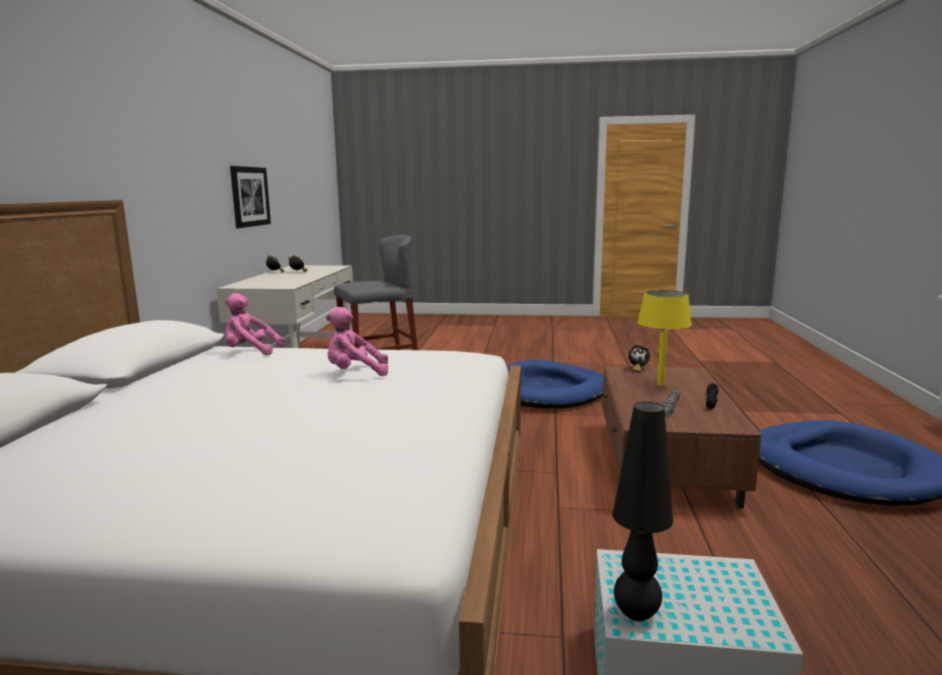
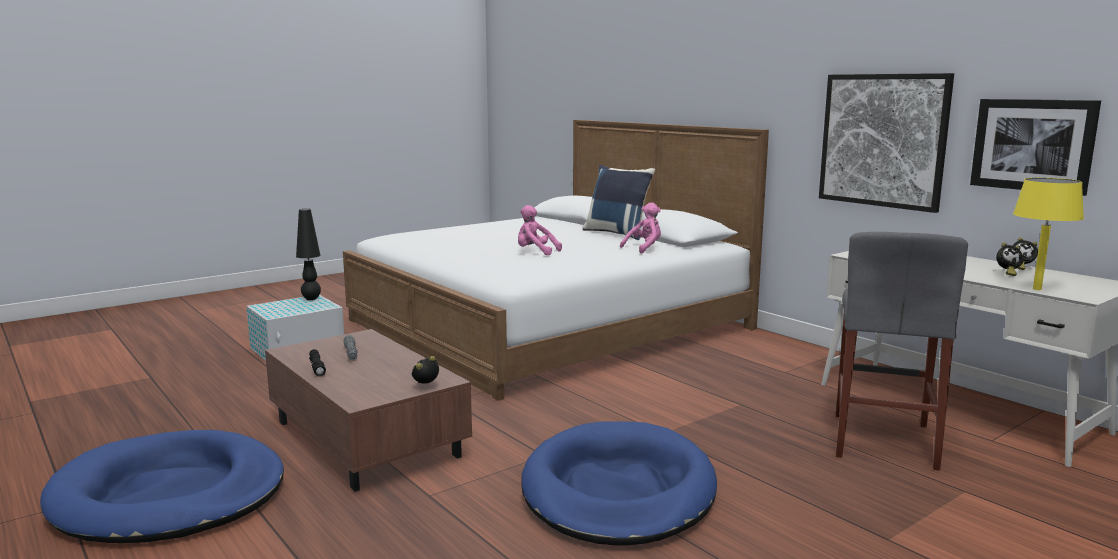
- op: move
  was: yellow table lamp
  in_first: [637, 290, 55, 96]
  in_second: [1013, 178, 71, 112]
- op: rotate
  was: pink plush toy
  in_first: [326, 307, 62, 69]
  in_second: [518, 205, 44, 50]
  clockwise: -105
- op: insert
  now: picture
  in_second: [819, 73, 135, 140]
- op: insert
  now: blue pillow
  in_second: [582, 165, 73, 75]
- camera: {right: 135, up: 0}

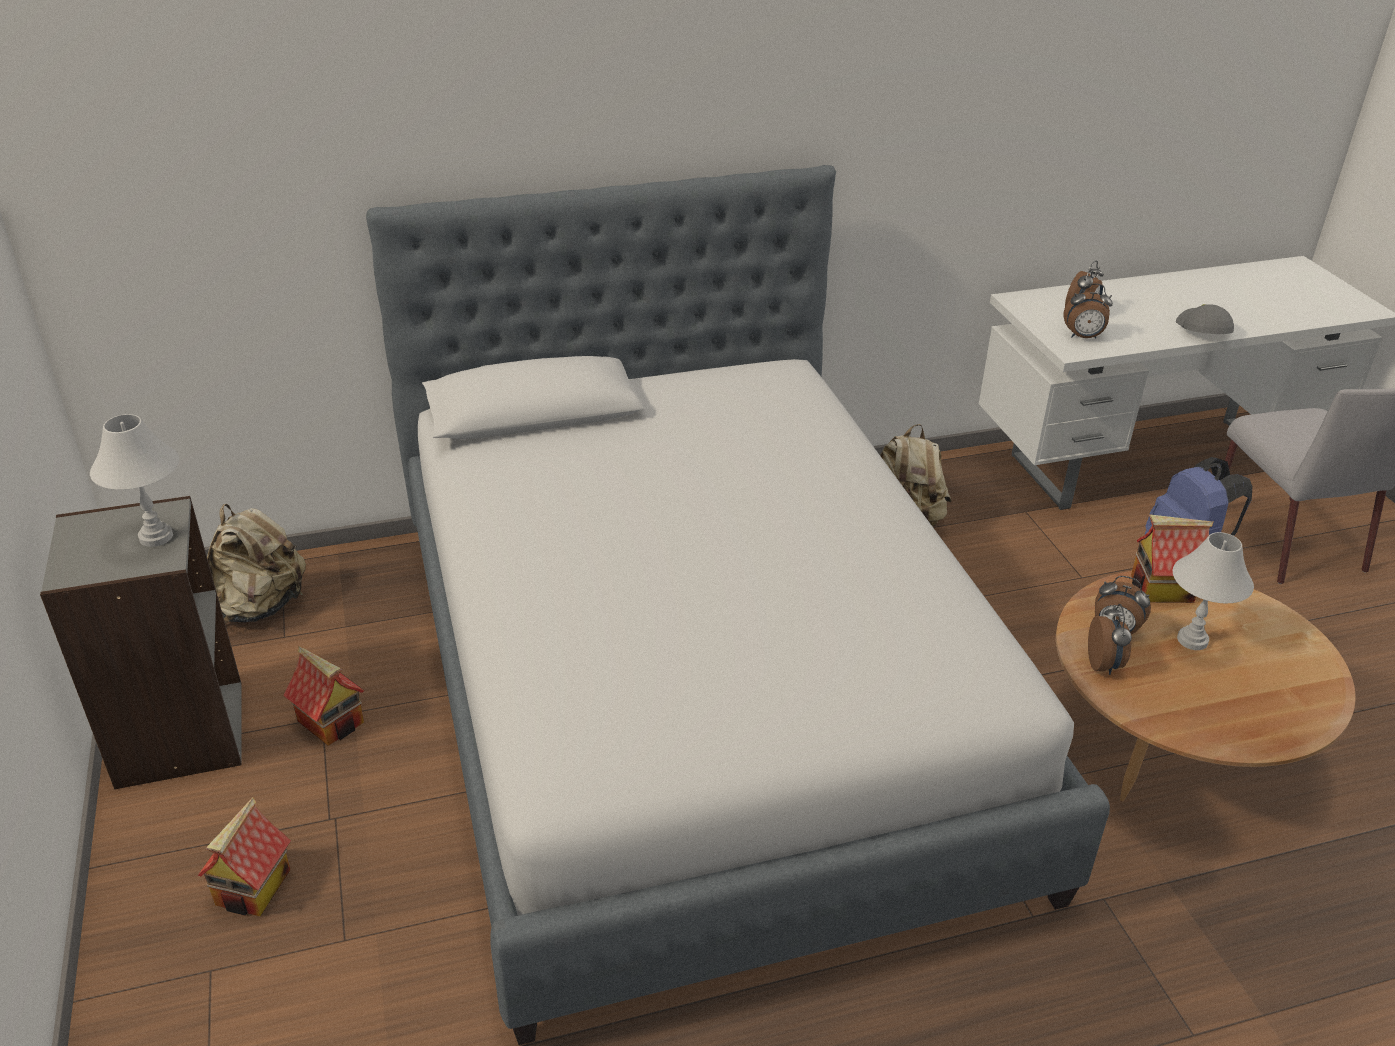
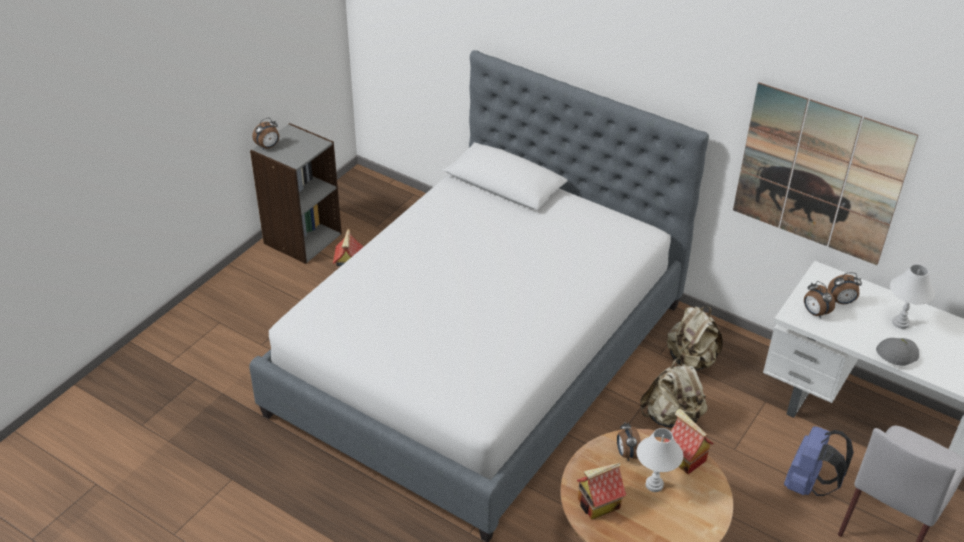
- op: move
  was: white table lamp
  in_first: [90, 414, 89, 133]
  in_second: [890, 264, 45, 65]
- op: move
  was: beige backpack
  in_first: [207, 504, 99, 119]
  in_second: [640, 357, 68, 71]
- op: move
  was: alarm clock
  in_first: [1088, 604, 44, 71]
  in_second: [252, 118, 27, 31]
- op: move
  was: toy house
  in_first: [197, 797, 94, 119]
  in_second: [577, 462, 49, 58]
- op: insert
  now: picture
  in_second: [733, 82, 185, 183]
- camera: {right: 50, up: 5}

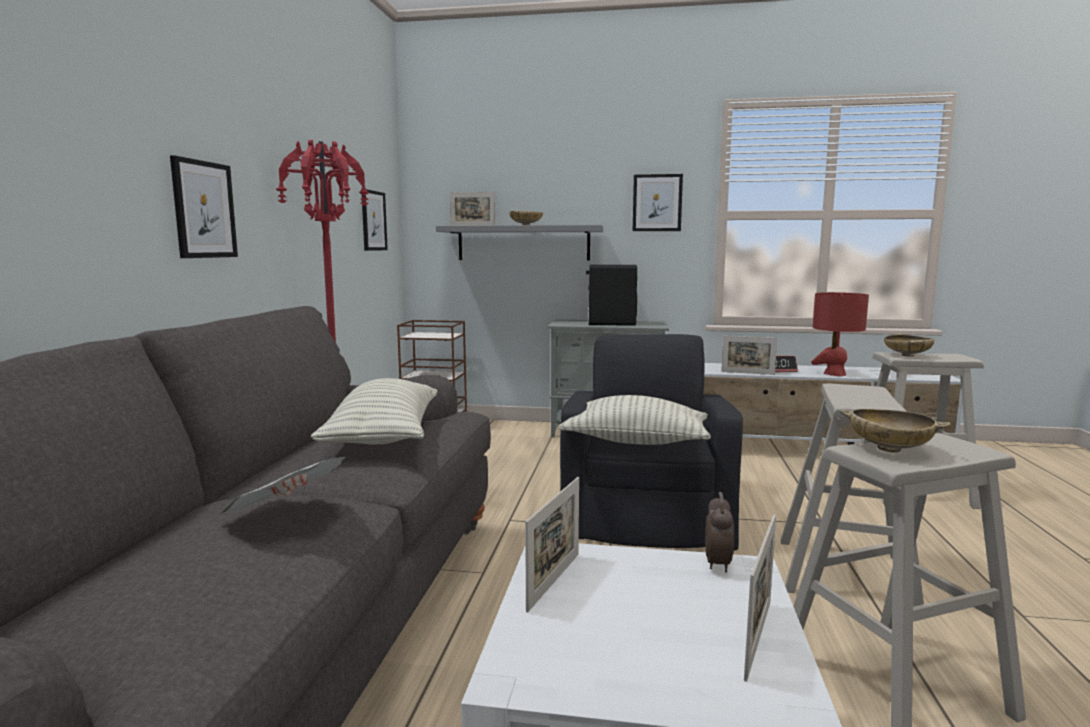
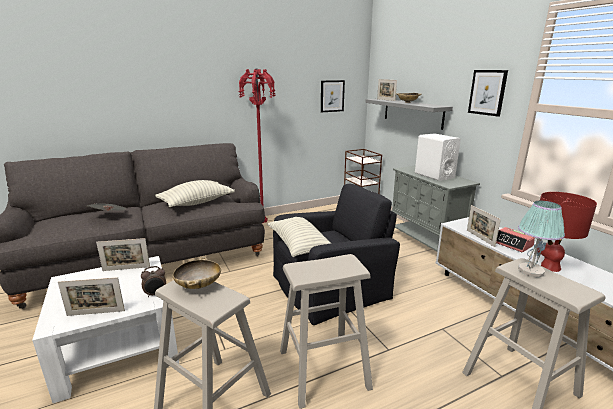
- op: delete
  was: picture
  in_first: [170, 155, 68, 103]
- op: recolor
  was: black speaker
  now: white speaker
  in_first: [586, 265, 51, 61]
  in_second: [415, 133, 46, 48]
- op: replace
  was: beige bowl
  now: table lamp
  in_first: [884, 334, 50, 23]
  in_second: [518, 201, 47, 76]
- camera: {right: 55, up: 10}

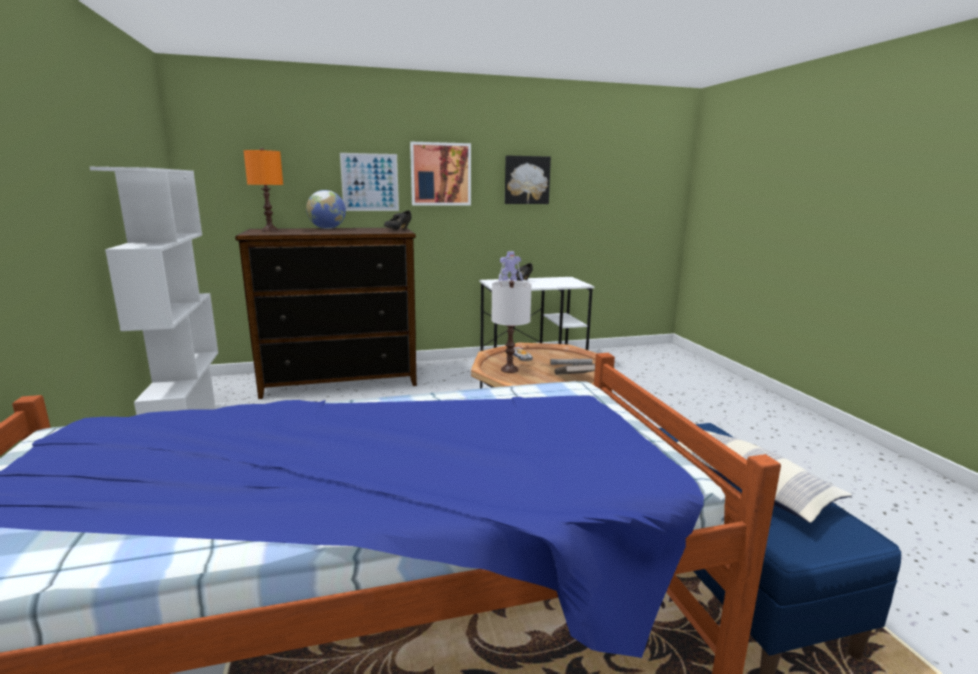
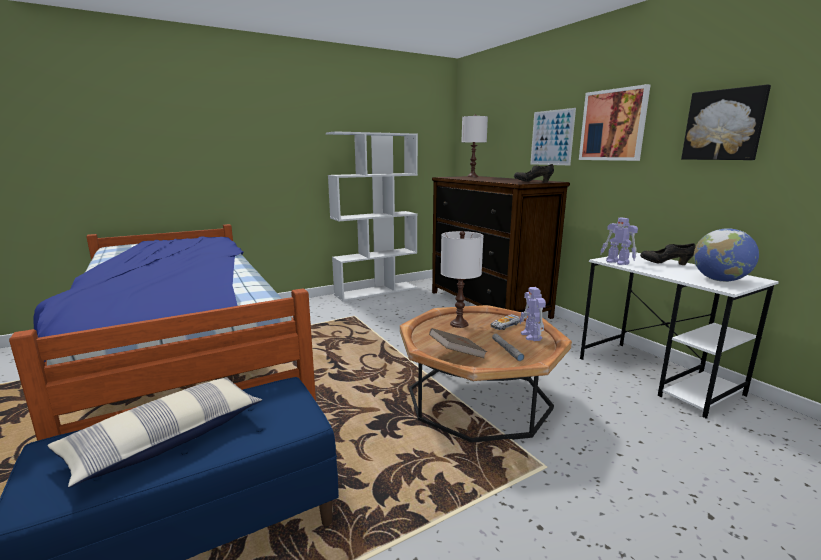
- op: recolor
  was: orange table lamp
  now: white table lamp
  in_first: [244, 148, 39, 83]
  in_second: [461, 114, 27, 63]
- op: move
  was: globe
  in_first: [306, 190, 40, 39]
  in_second: [694, 228, 65, 54]
- op: insert
  now: toy robot
  in_second: [520, 287, 26, 54]
- camera: {right: 75, up: 0}

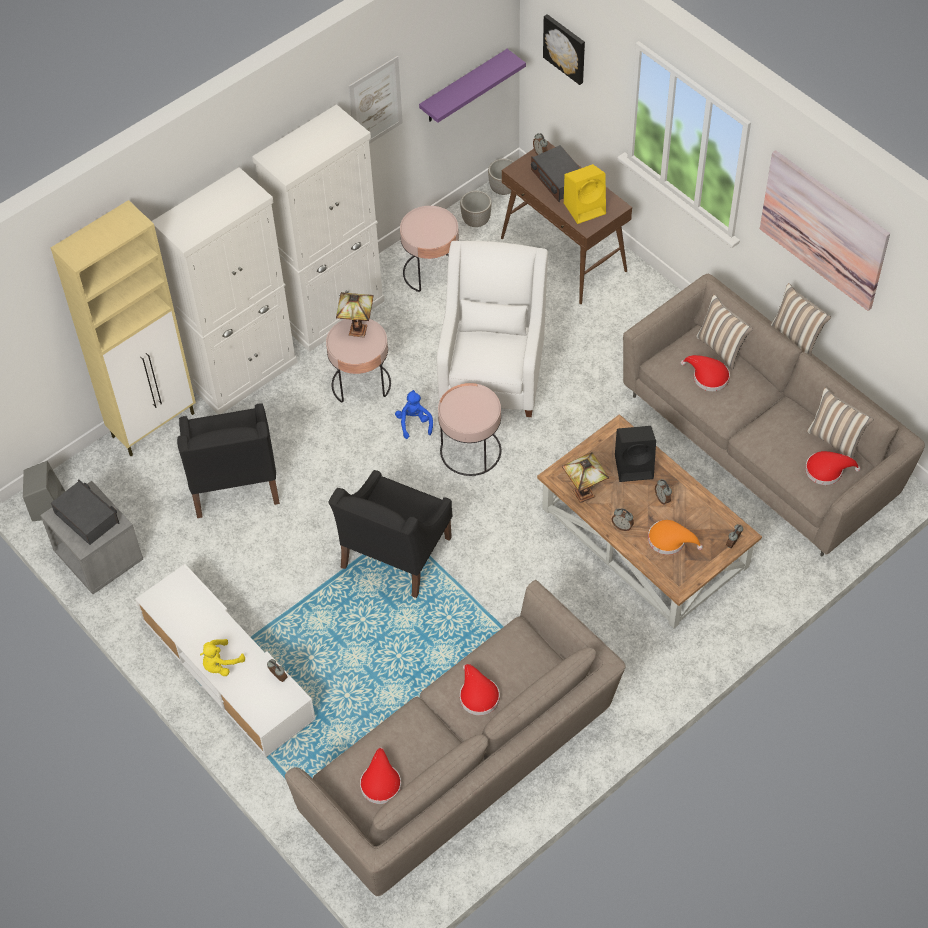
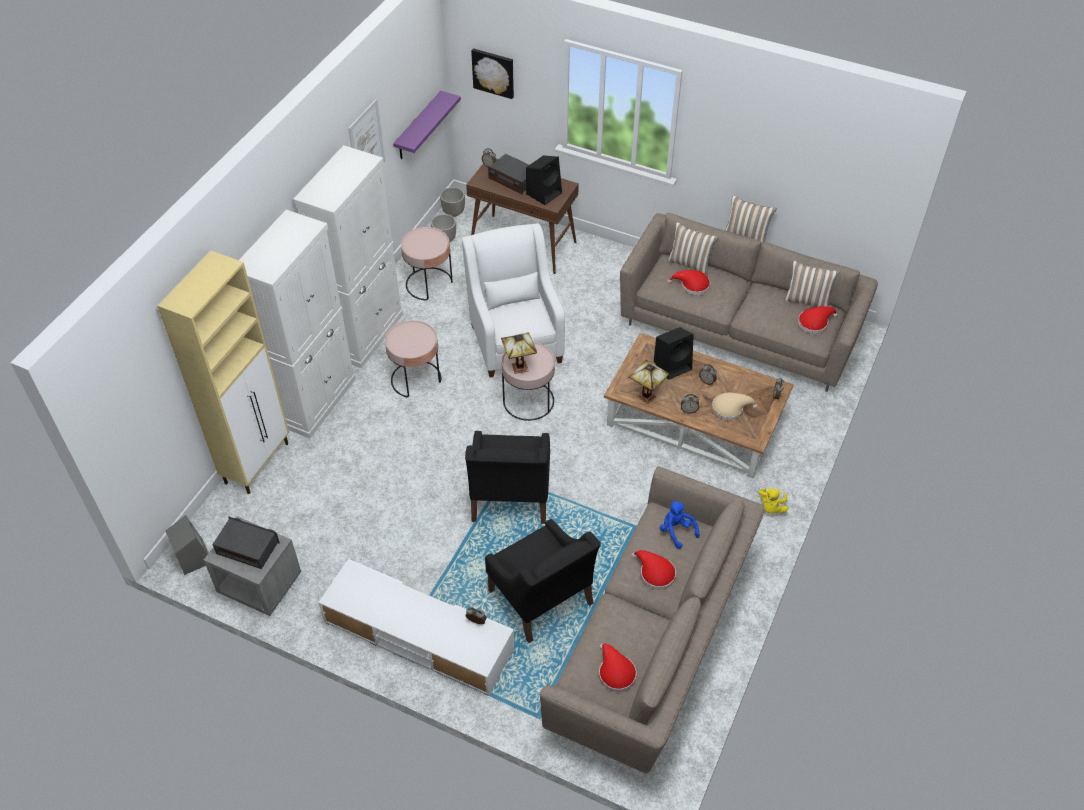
- op: delete
  was: picture
  in_first: [760, 150, 130, 161]
- op: recolor
  was: yellow speaker
  now: black speaker
  in_first: [564, 164, 42, 60]
  in_second: [526, 156, 36, 49]
- op: move
  was: table lamp
  in_first: [336, 292, 38, 46]
  in_second: [501, 332, 36, 42]
- op: move
  was: blue plush toy
  in_first: [395, 390, 38, 49]
  in_second: [660, 500, 40, 49]
- op: move
  was: black armchair
  in_first: [177, 403, 103, 115]
  in_second: [485, 519, 116, 124]
- op: recolor
  was: orange hat
  now: beige hat
  in_first: [648, 520, 55, 35]
  in_second: [712, 393, 46, 27]
- op: move
  was: yellow plush toy
  in_first: [200, 639, 45, 37]
  in_second: [759, 488, 29, 26]
- camera: {right: -25, up: -5}

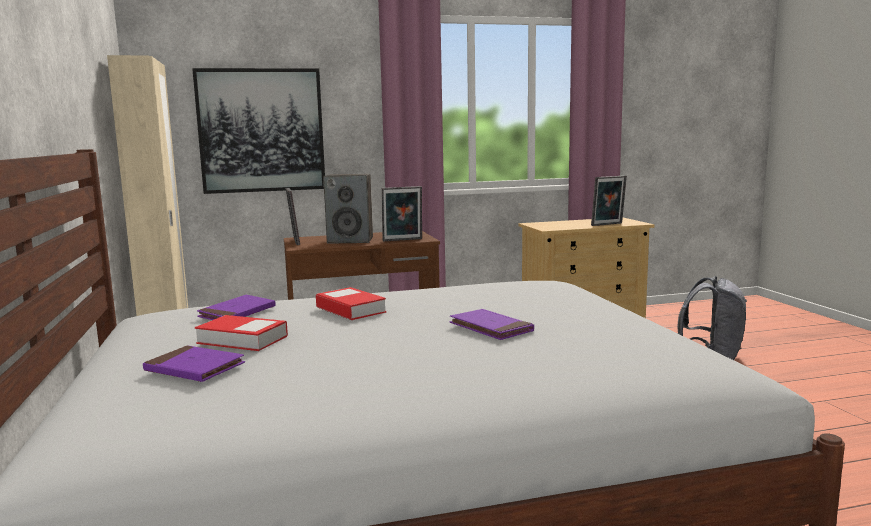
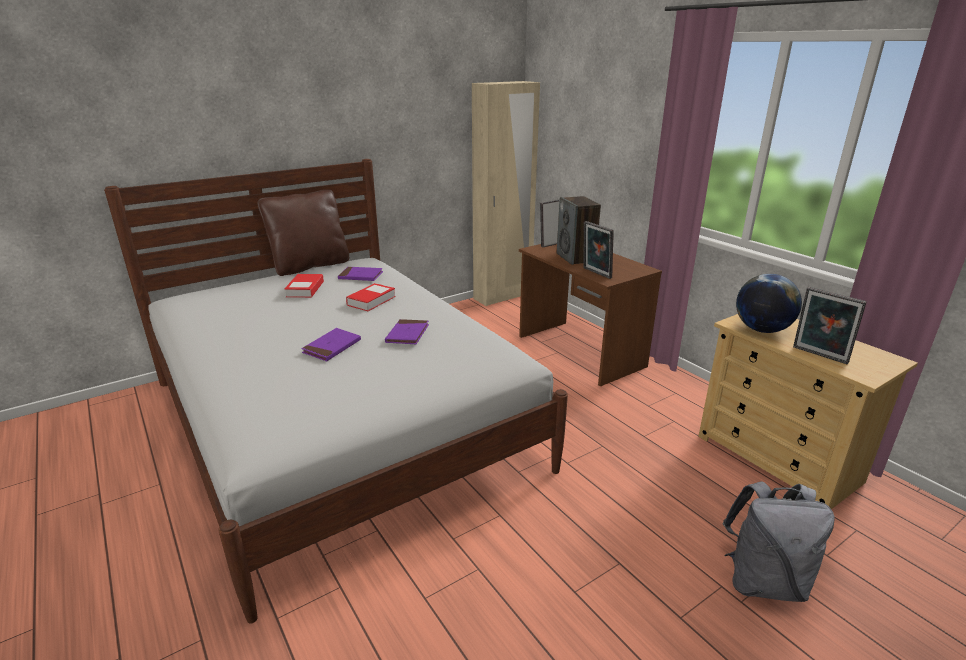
- op: delete
  was: picture
  in_first: [192, 68, 133, 126]
- op: move
  was: purple book
  in_first: [143, 345, 102, 37]
  in_second: [385, 319, 44, 25]
- op: insert
  now: brown pillow
  in_second: [257, 189, 92, 87]
- op: insert
  now: globe
  in_second: [736, 274, 66, 59]
- camera: {right: 70, up: 15}

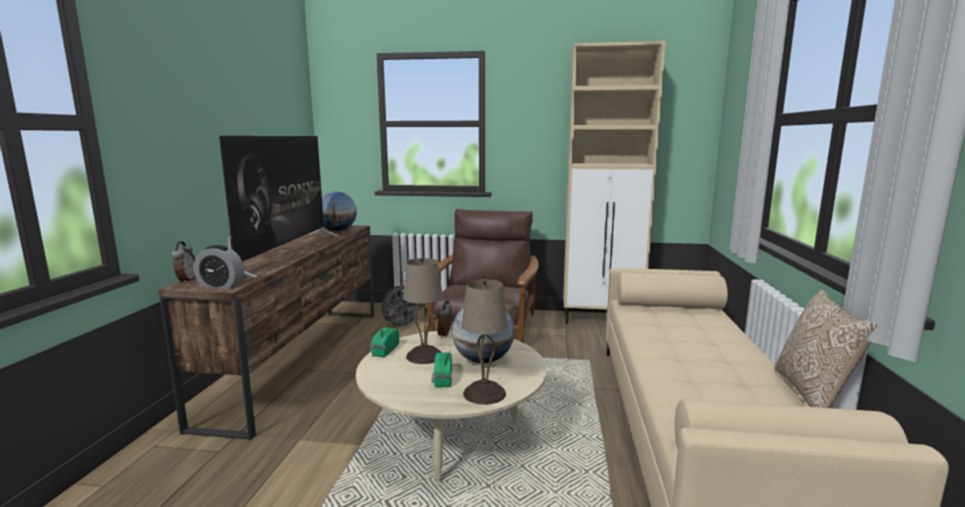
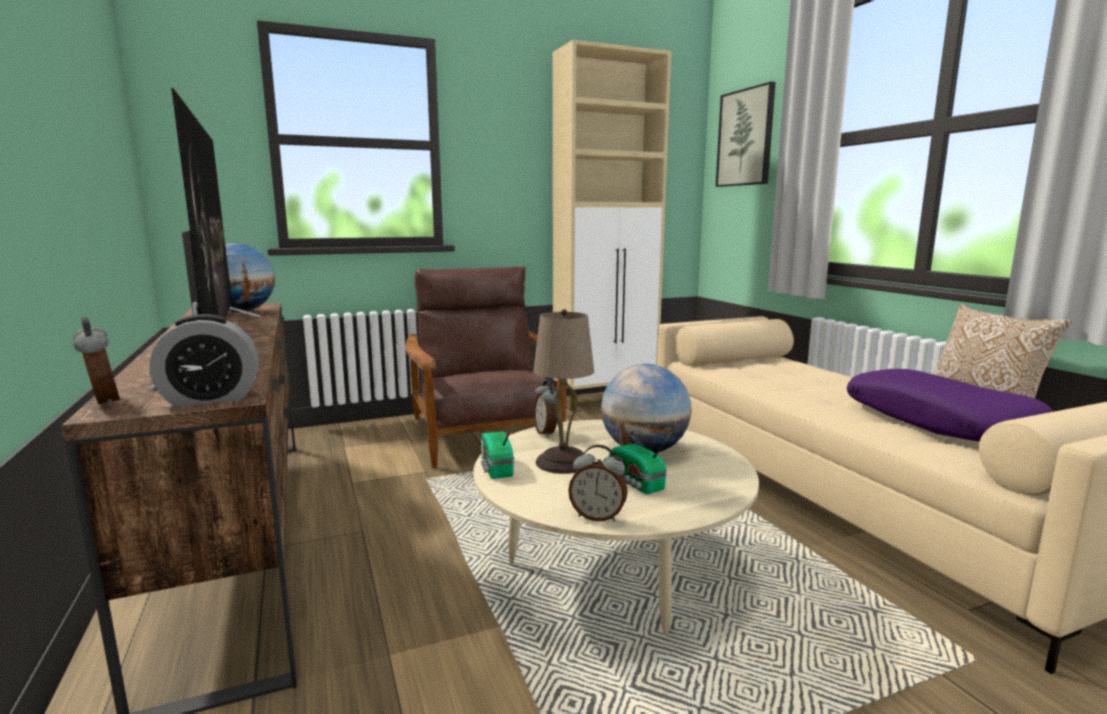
- op: delete
  was: beige table lamp
  in_first: [461, 279, 47, 126]
- op: delete
  was: grey fan
  in_first: [382, 285, 39, 44]
- op: insert
  now: picture
  in_second: [716, 81, 60, 106]
- op: insert
  now: purple pillow
  in_second: [847, 369, 206, 73]
- op: insert
  now: alarm clock
  in_second: [568, 445, 60, 77]
- camera: {right: -30, up: 0}

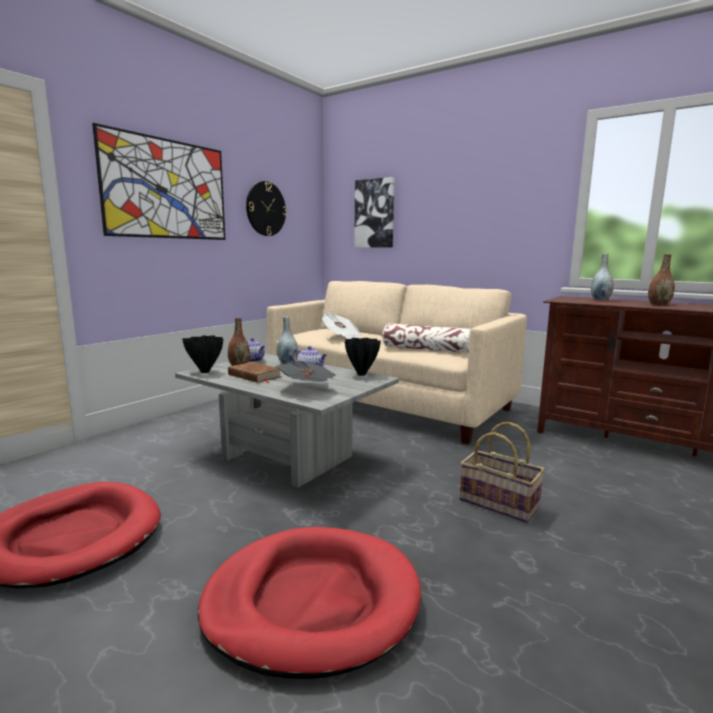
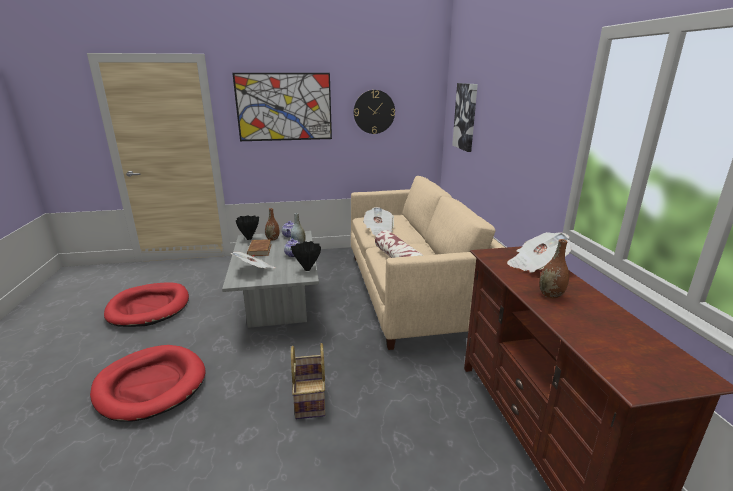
- op: replace
  was: grey vase
  now: newspaper
  in_first: [591, 254, 23, 46]
  in_second: [507, 232, 65, 41]
- camera: {right: 45, up: 10}

